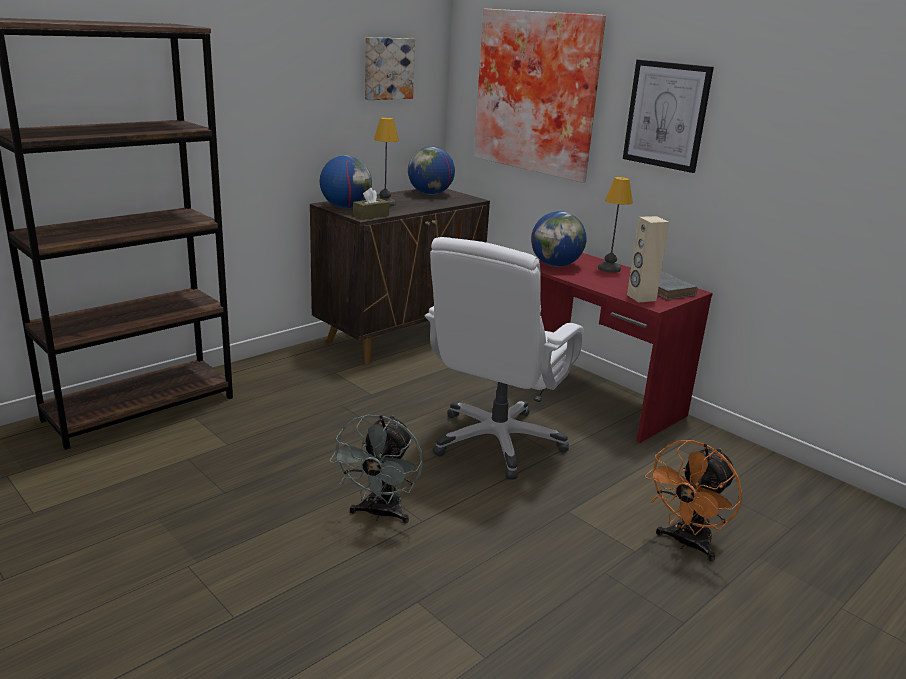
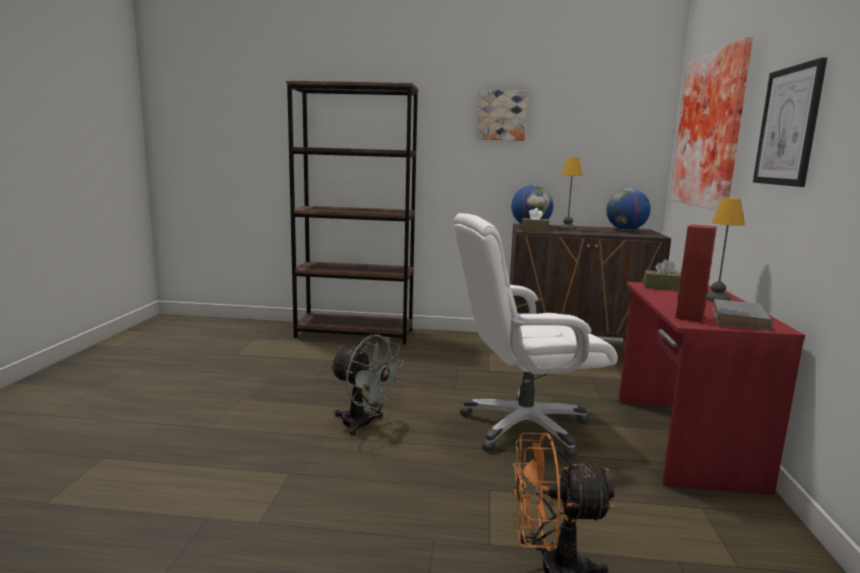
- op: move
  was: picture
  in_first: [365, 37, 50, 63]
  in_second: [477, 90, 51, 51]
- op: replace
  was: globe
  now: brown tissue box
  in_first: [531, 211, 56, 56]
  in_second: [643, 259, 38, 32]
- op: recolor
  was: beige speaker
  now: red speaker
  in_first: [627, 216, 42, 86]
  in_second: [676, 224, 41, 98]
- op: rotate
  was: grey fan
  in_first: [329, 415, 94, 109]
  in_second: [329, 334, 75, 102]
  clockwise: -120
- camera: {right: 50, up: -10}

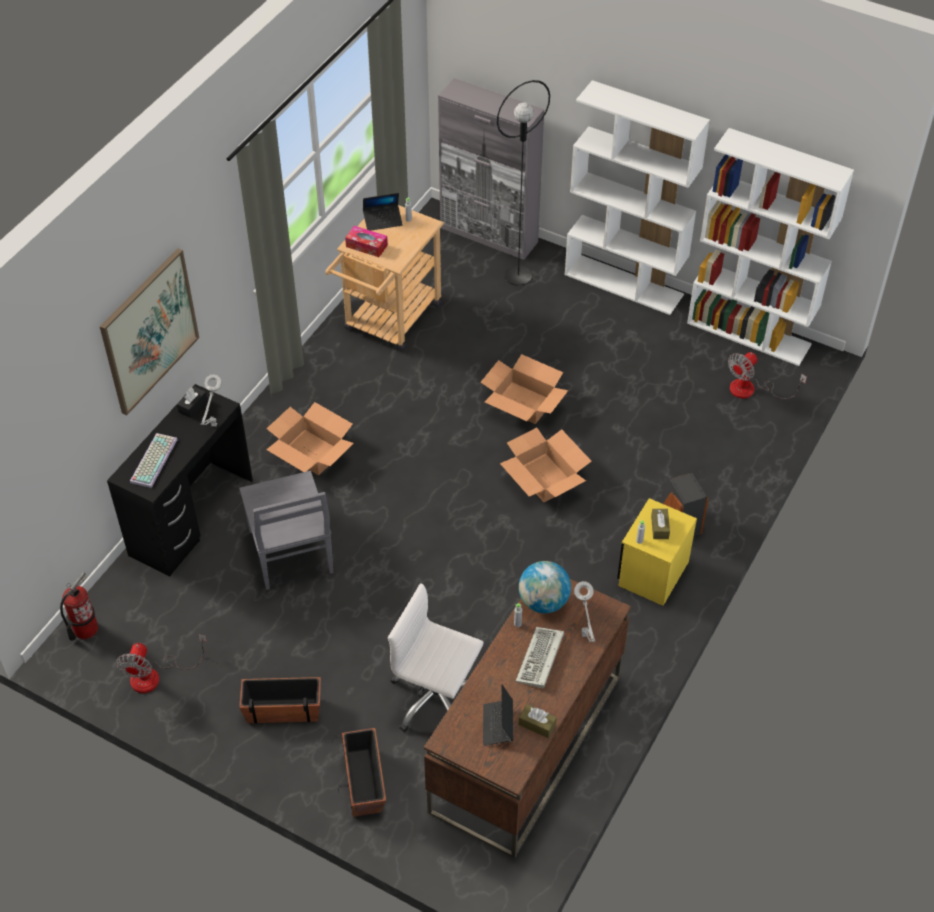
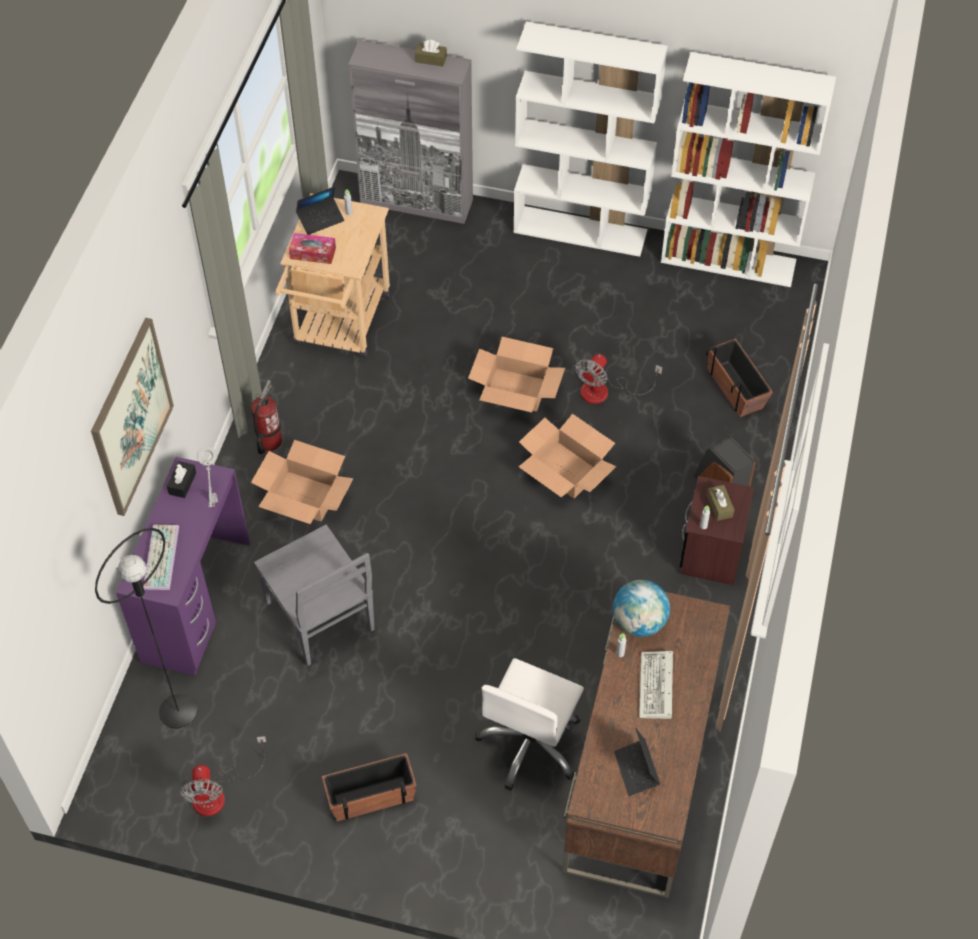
- op: move
  was: black floor lamp
  in_first: [497, 80, 53, 206]
  in_second: [95, 528, 103, 201]
- op: move
  was: fan
  in_first: [728, 352, 79, 47]
  in_second: [575, 354, 87, 50]
- op: recolor
  was: black desk
  now: purple desk
  in_first: [107, 384, 146, 192]
  in_second: [116, 457, 134, 218]
- op: recolor
  was: yellow nightstand
  now: brown nightstand
  in_first: [617, 498, 80, 108]
  in_second: [680, 476, 74, 109]
- op: move
  was: fire extinguisher
  in_first: [60, 572, 38, 69]
  in_second: [251, 380, 31, 74]
- op: delete
  was: grey table lamp
  in_first: [574, 581, 21, 61]
- op: rotate
  was: white office chair
  in_first: [388, 583, 95, 149]
  in_second: [475, 658, 109, 133]
  clockwise: -75
- op: move
  was: brown tissue box
  in_first: [519, 704, 38, 34]
  in_second: [415, 40, 32, 26]
- op: move
  was: planter
  in_first: [332, 728, 54, 89]
  in_second: [706, 339, 67, 78]
- camera: {right: -15, up: 5}

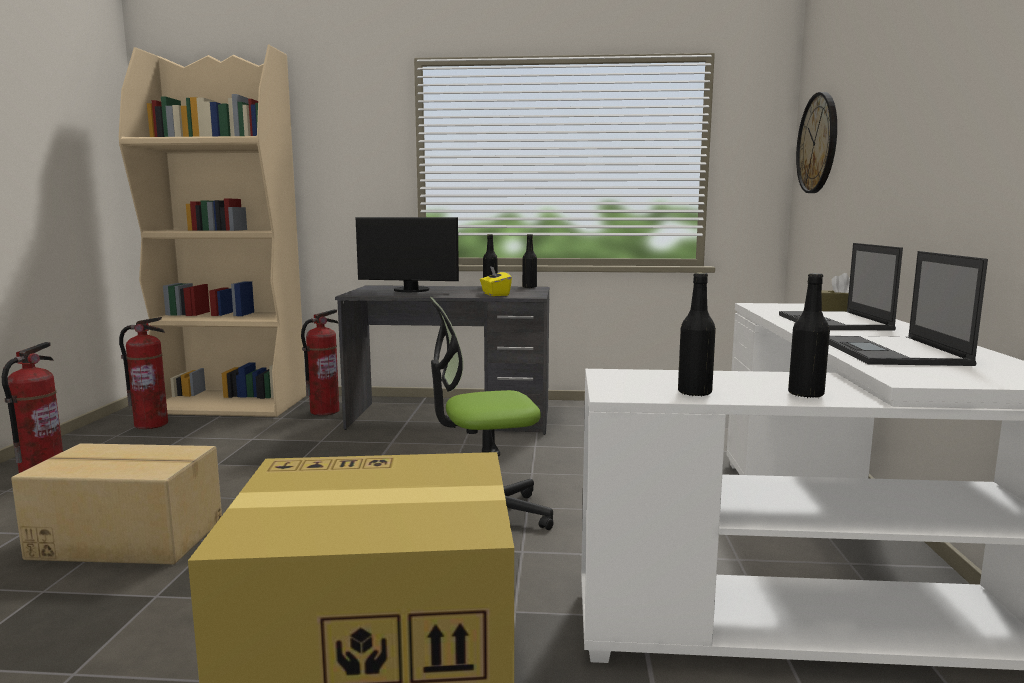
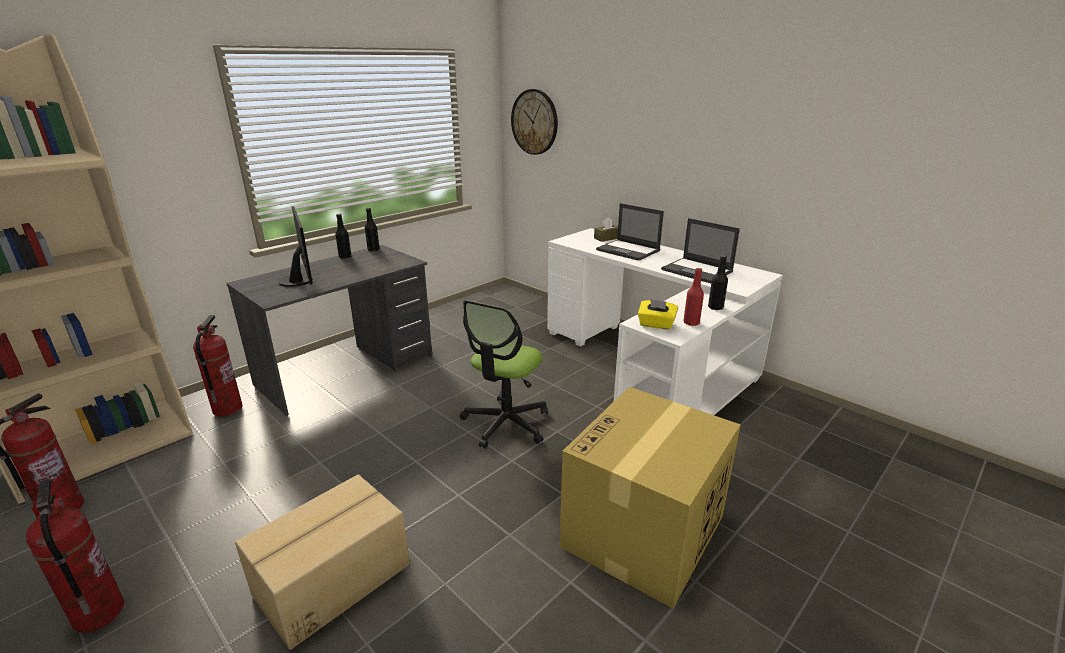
- op: rotate
  was: monitor
  in_first: [356, 217, 103, 75]
  in_second: [278, 206, 35, 81]
  clockwise: -75
- op: move
  was: yellow tissue box
  in_first: [480, 266, 32, 30]
  in_second: [638, 299, 40, 31]
- op: recolor
  was: black bottle
  now: red bottle
  in_first: [678, 273, 38, 124]
  in_second: [683, 268, 21, 58]
- camera: {right: -50, up: 15}

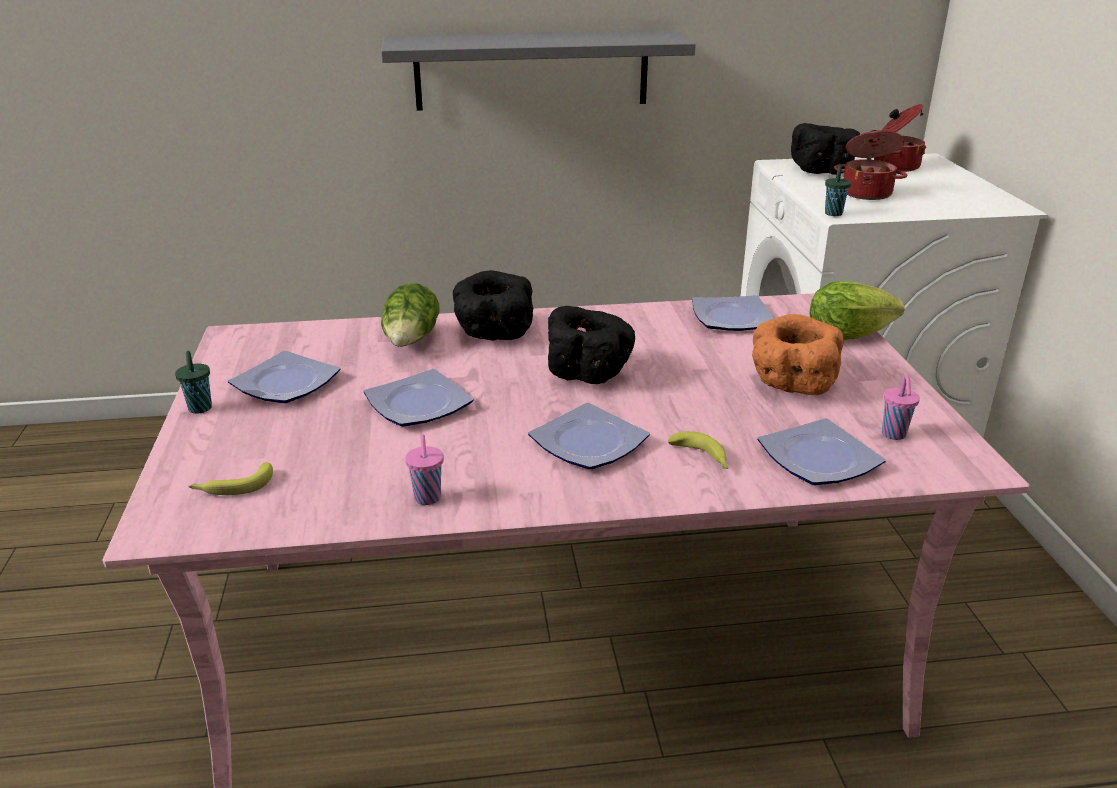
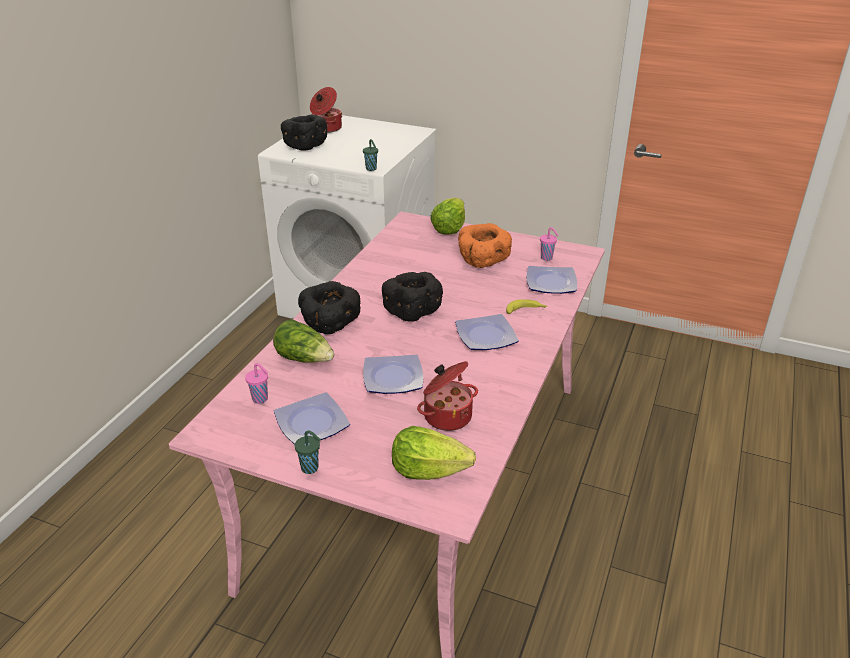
- op: delete
  was: grey shelf
  in_first: [381, 30, 315, 81]
- op: move
  was: cooking pot
  in_first: [834, 130, 73, 70]
  in_second: [417, 361, 61, 70]
- op: delete
  was: plate
  in_first: [692, 295, 82, 36]
- op: move
  was: pink cup
  in_first: [405, 434, 39, 71]
  in_second: [245, 363, 23, 41]
- op: replace
  was: banana
  now: lettuce
  in_first: [188, 462, 85, 33]
  in_second: [392, 426, 84, 54]
- camera: {right: -60, up: 5}

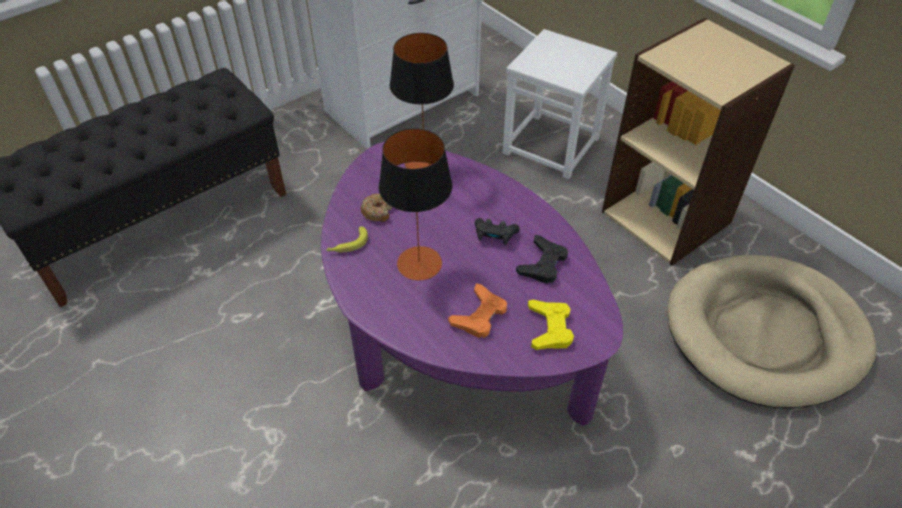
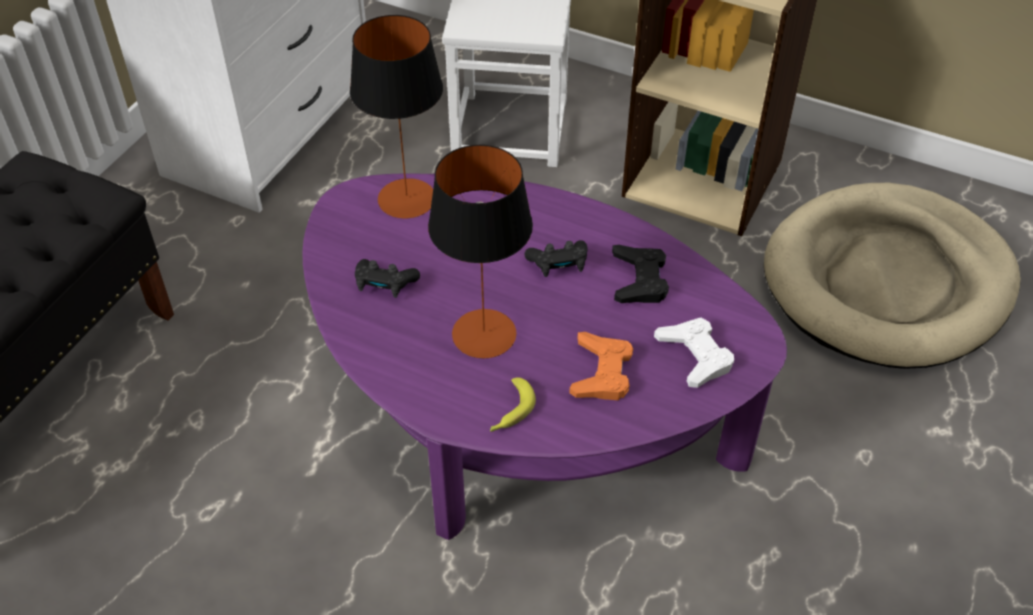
- op: replace
  was: donut
  now: black game controller
  in_first: [361, 193, 32, 29]
  in_second: [355, 259, 65, 39]
- op: move
  was: banana
  in_first: [326, 226, 42, 26]
  in_second: [490, 377, 46, 55]
- op: recolor
  was: yellow game controller
  now: white game controller
  in_first: [528, 300, 46, 50]
  in_second: [654, 318, 80, 70]
- camera: {right: -25, up: 0}

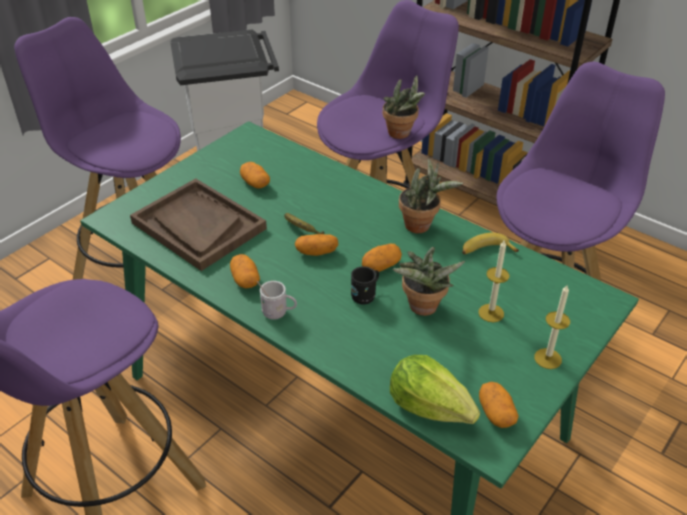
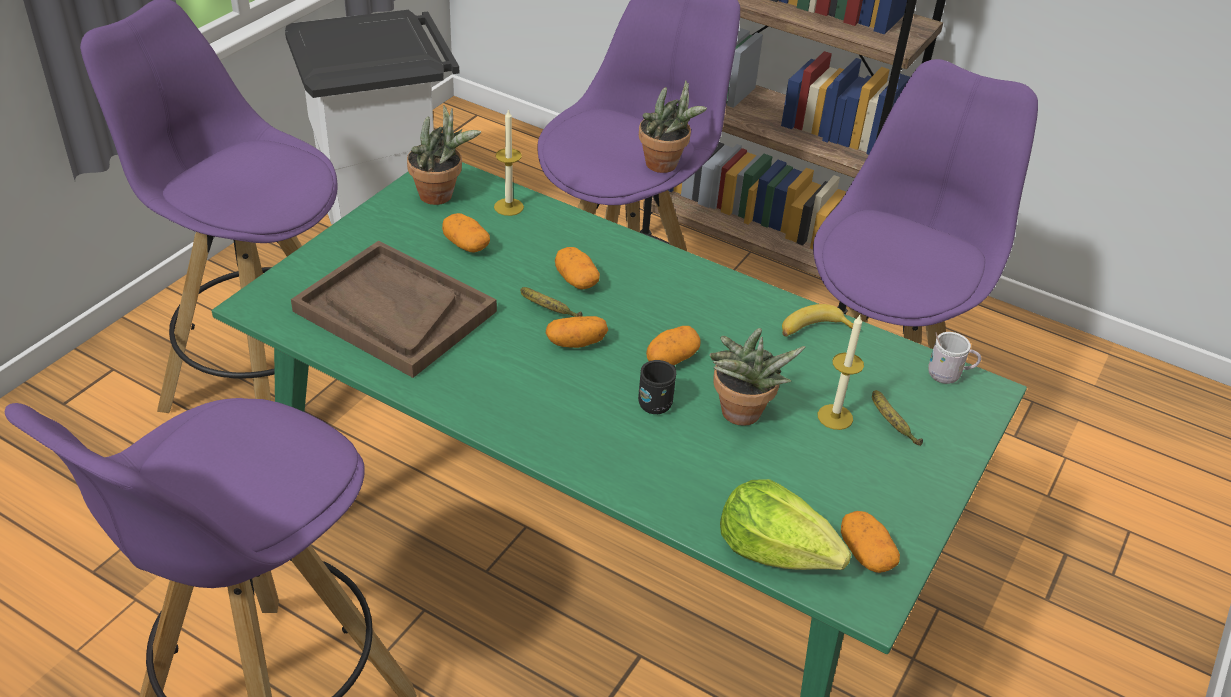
- op: move
  was: potted plant
  in_first: [399, 158, 64, 75]
  in_second: [407, 105, 74, 100]
- op: move
  was: potato
  in_first: [230, 254, 30, 35]
  in_second: [555, 247, 45, 42]
- op: move
  was: white mug
  in_first: [257, 281, 40, 39]
  in_second: [928, 332, 53, 52]
- op: move
  was: candle
  in_first: [534, 285, 36, 84]
  in_second: [494, 109, 30, 107]
- op: insert
  now: banana
  in_second: [872, 390, 51, 56]
- camera: {right: -10, up: 0}

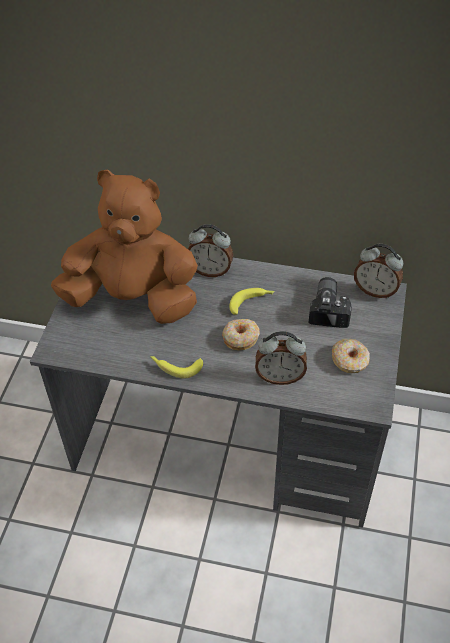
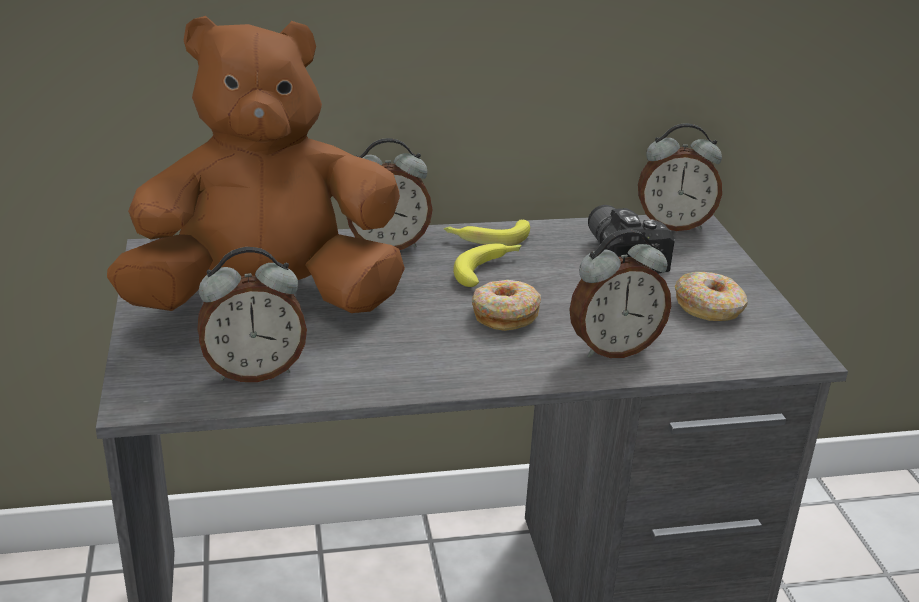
- op: move
  was: banana
  in_first: [150, 356, 53, 23]
  in_second: [444, 220, 86, 26]
- op: insert
  now: alarm clock
  in_second: [197, 247, 110, 135]
- camera: {right: -25, up: -20}

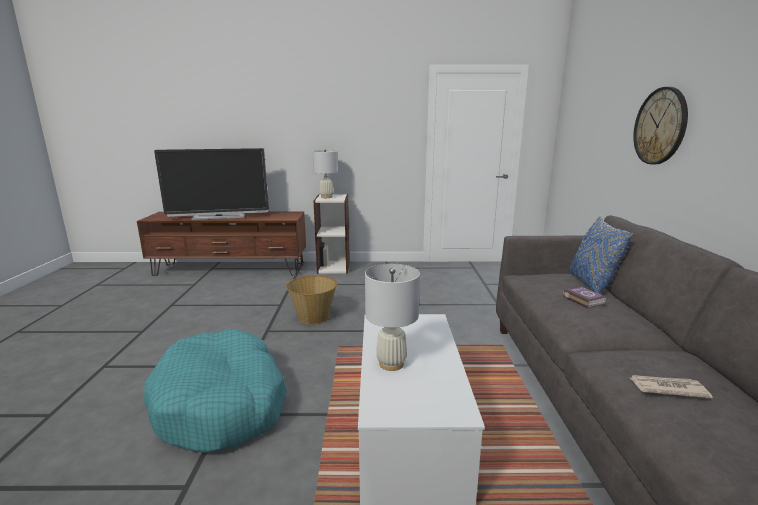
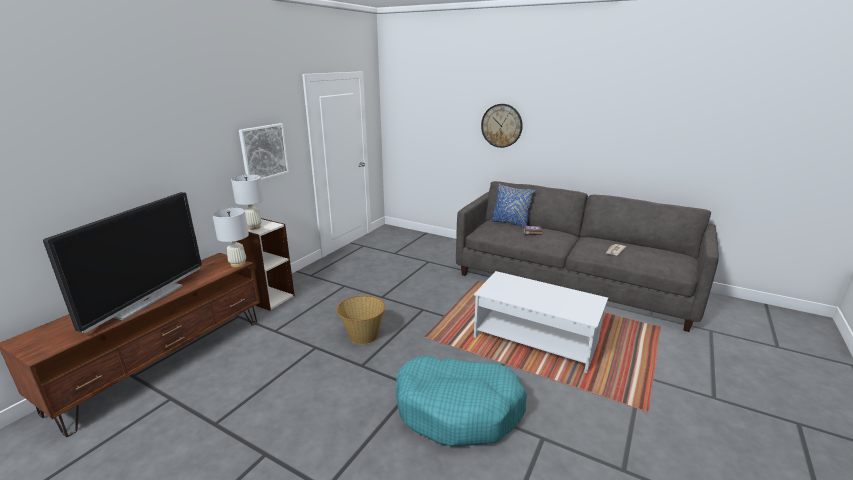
- op: move
  was: white table lamp
  in_first: [365, 264, 55, 107]
  in_second: [212, 208, 37, 59]
- op: insert
  now: picture
  in_second: [239, 123, 50, 57]
- camera: {right: -60, up: 5}

